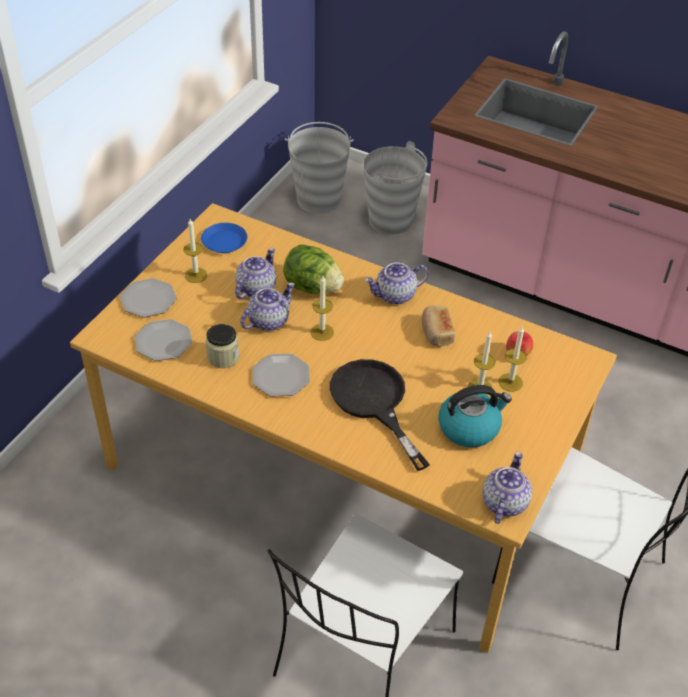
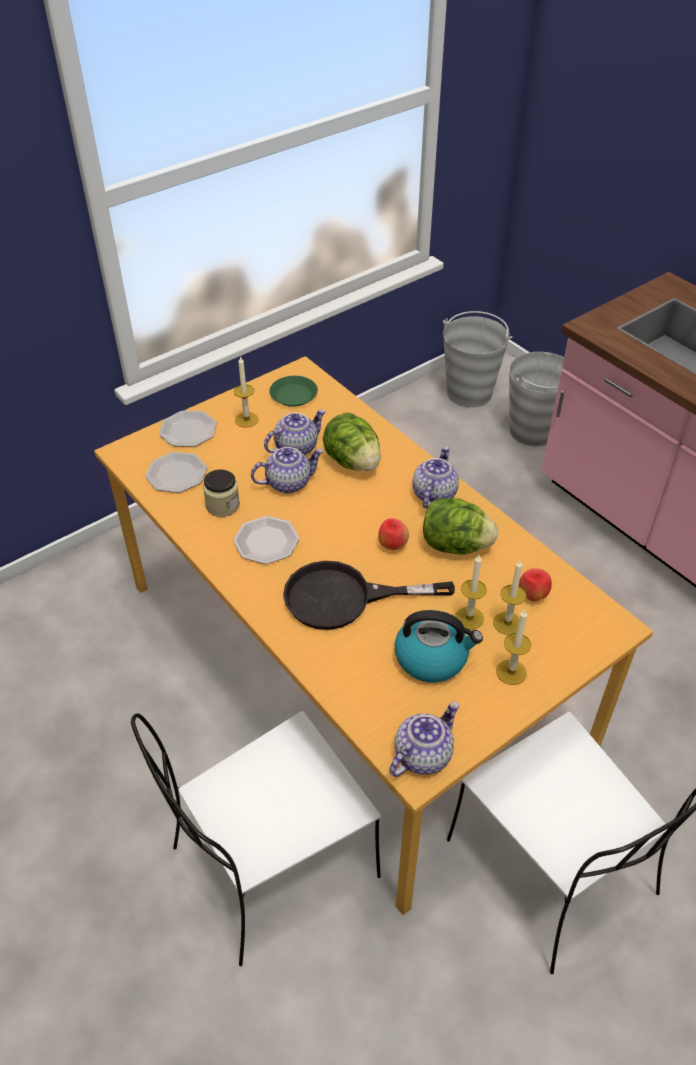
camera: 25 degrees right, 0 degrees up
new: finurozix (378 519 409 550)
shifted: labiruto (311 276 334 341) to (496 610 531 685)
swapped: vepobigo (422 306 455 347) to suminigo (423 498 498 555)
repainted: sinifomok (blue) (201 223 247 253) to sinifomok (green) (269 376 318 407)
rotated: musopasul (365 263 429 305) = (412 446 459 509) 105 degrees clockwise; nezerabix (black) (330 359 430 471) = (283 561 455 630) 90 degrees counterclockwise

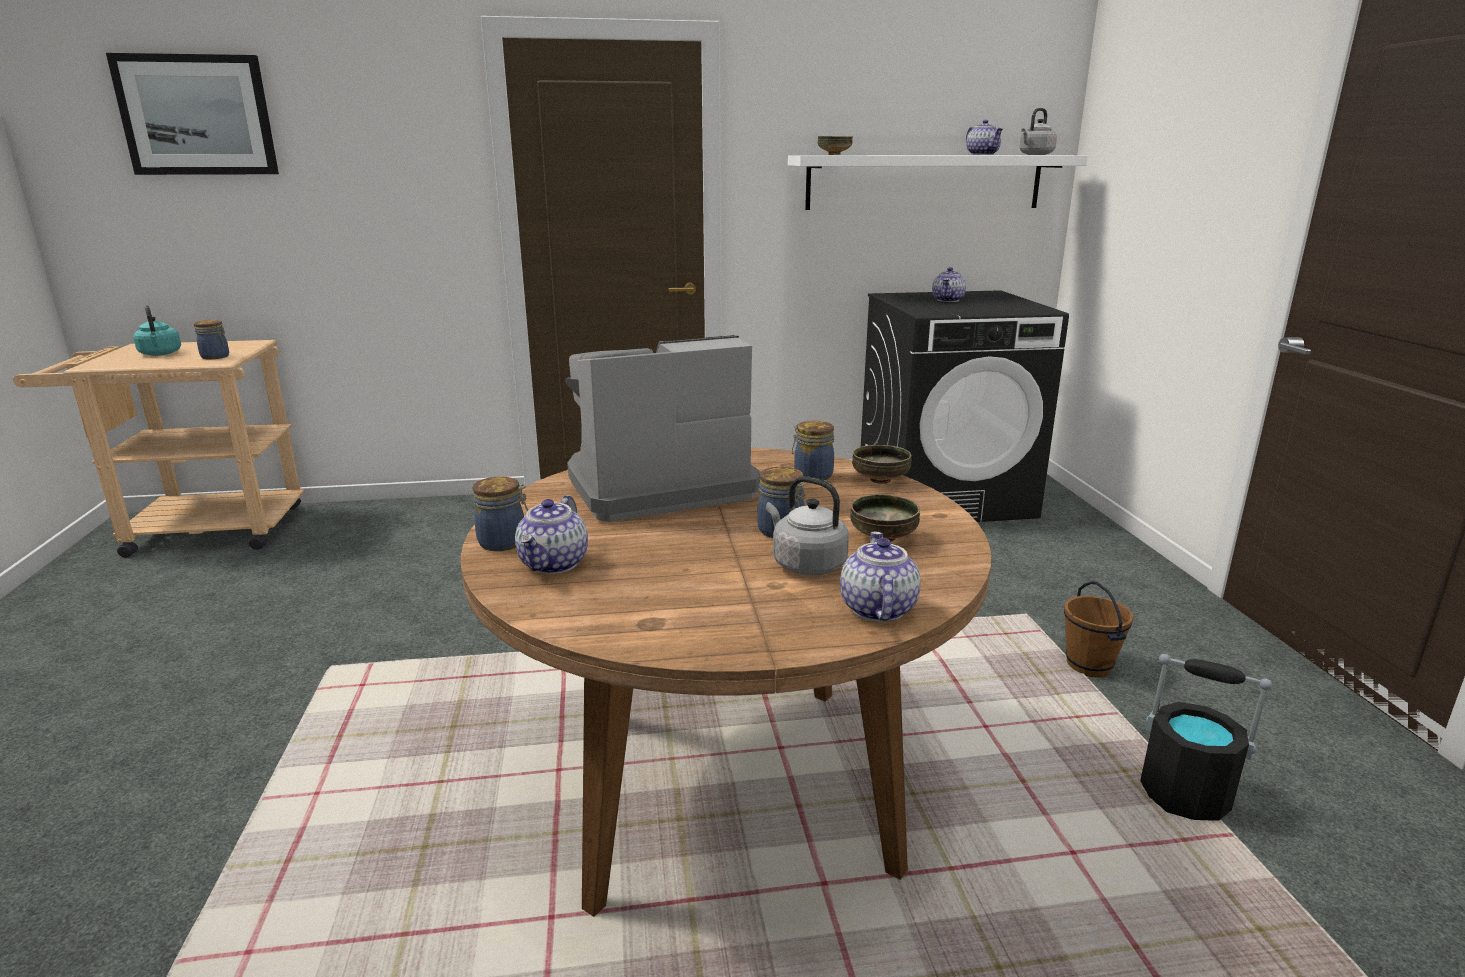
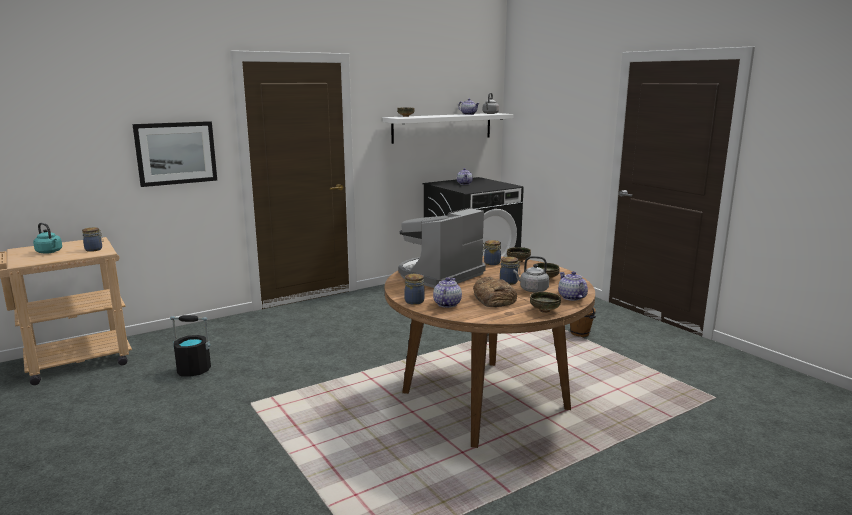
camera: 25 degrees left, 5 degrees down
new: vepobigo (473 277 517 307); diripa (530 292 561 313)
shifted: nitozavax (106 53 279 175) to (132 121 217 187); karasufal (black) (1140 654 1272 821) to (170 315 211 377)
rotated: musopasul (515 495 588 574) = (433 277 462 308) 150 degrees counterclockwise

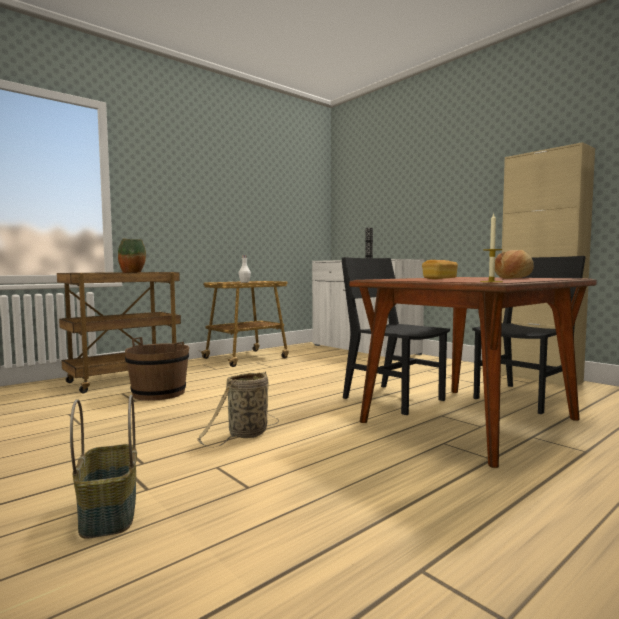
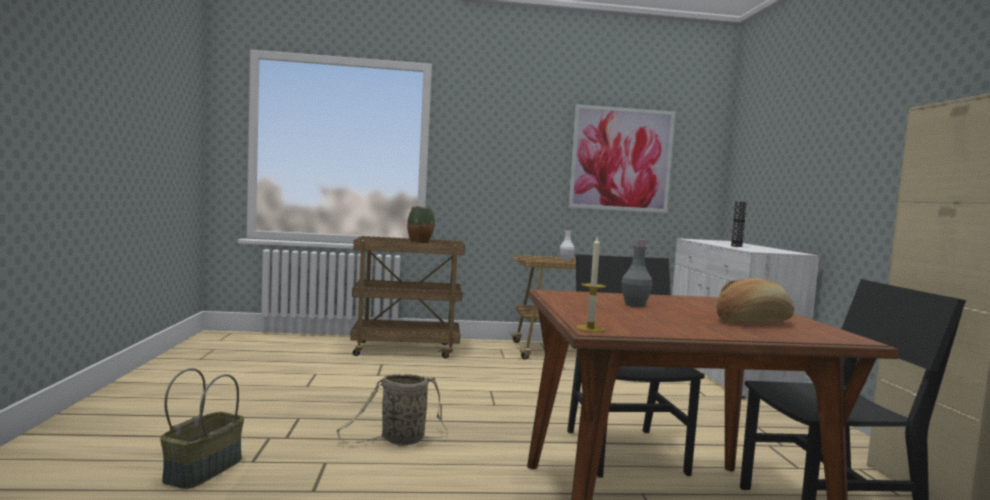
camera: 35 degrees right, 0 degrees up
gone: karasufal (brown) (125 337 189 401)
new: nitozavax (568 104 675 213)
swapped: vepobigo (422 260 458 279) to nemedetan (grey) (621 239 653 307)

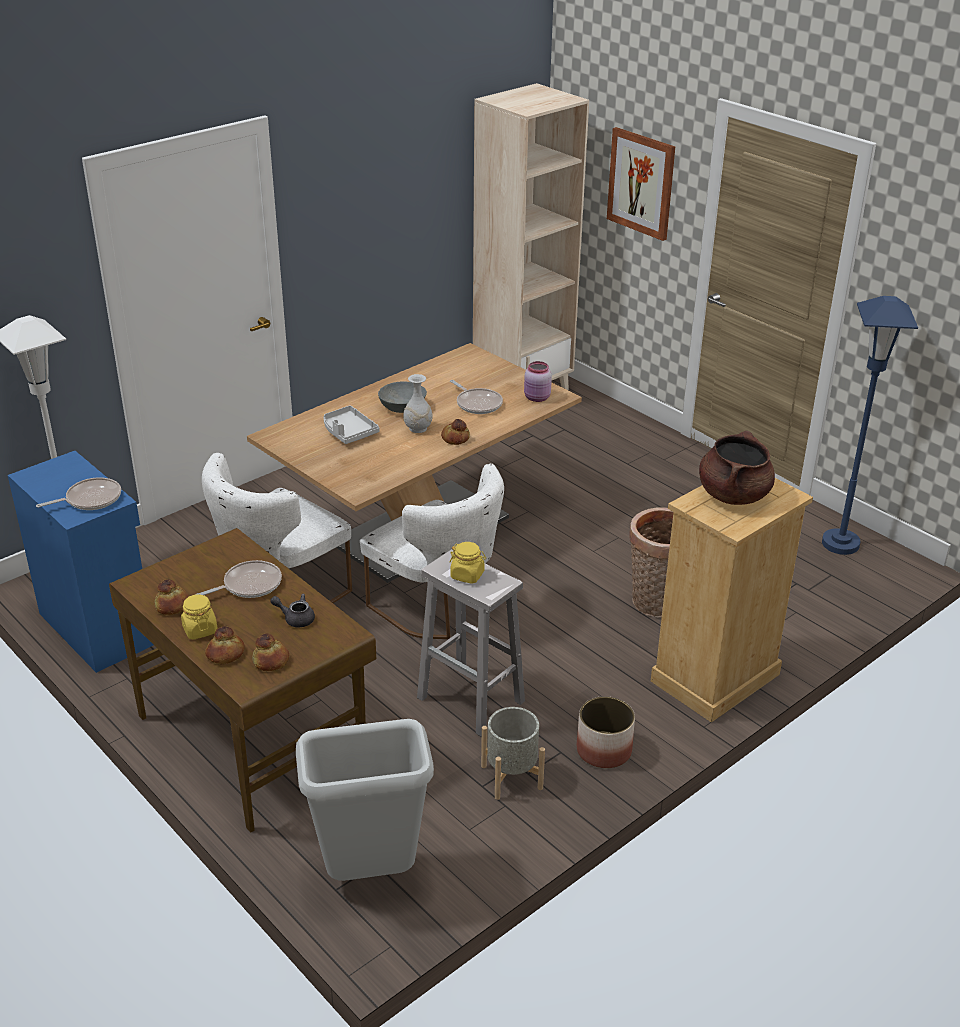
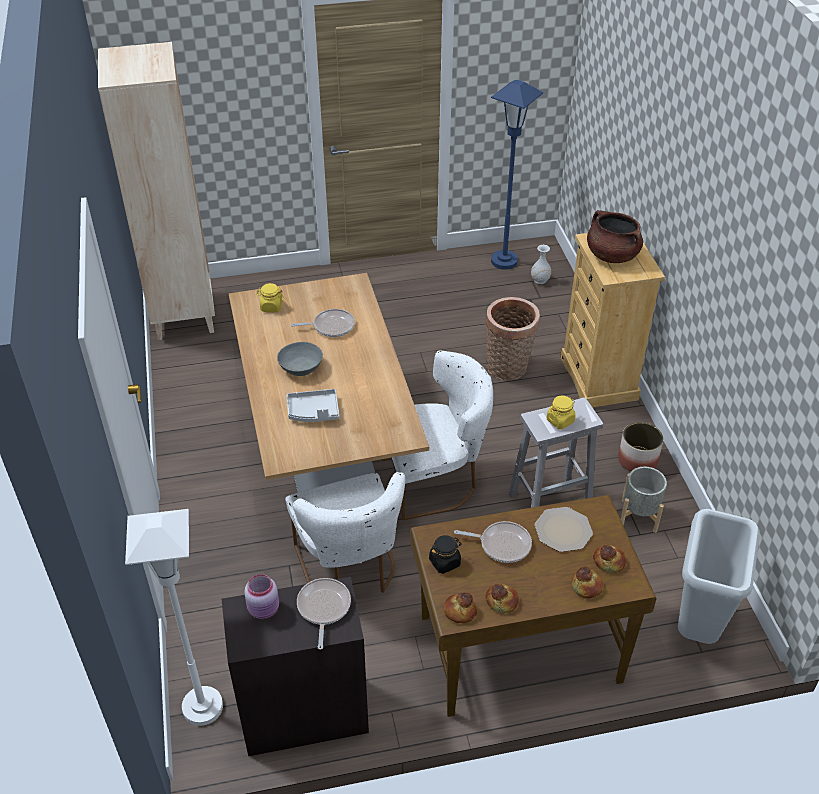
camera: 60 degrees left, 10 degrees up
gone: nitozavax (607 127 676 241)
new: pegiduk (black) (429 535 462 574)
shifted: pegiduk (pink) (524 361 552 402) to (244 574 279 619); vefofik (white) (403 374 433 433) to (531 245 551 284); vepobigo (441 419 470 445) to (444 592 477 623); pegiduk (yellow) (181 594 218 640) to (256 283 284 312)
swapped: musopasul (grey) (270 594 315 627) to sinifomok (535 507 593 552)
repainted: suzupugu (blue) (8 451 153 673) to suzupugu (black) (222 577 369 756)
rotated: nezerabix (196 560 282 598) = (454 521 532 563) 105 degrees clockwise

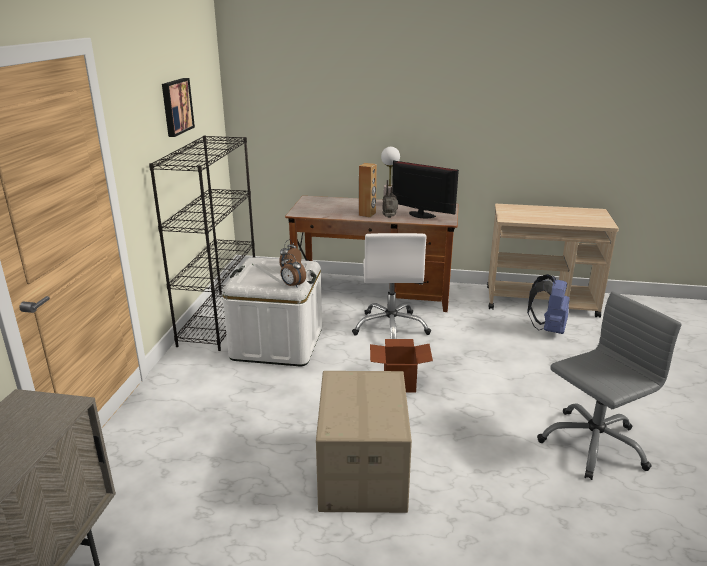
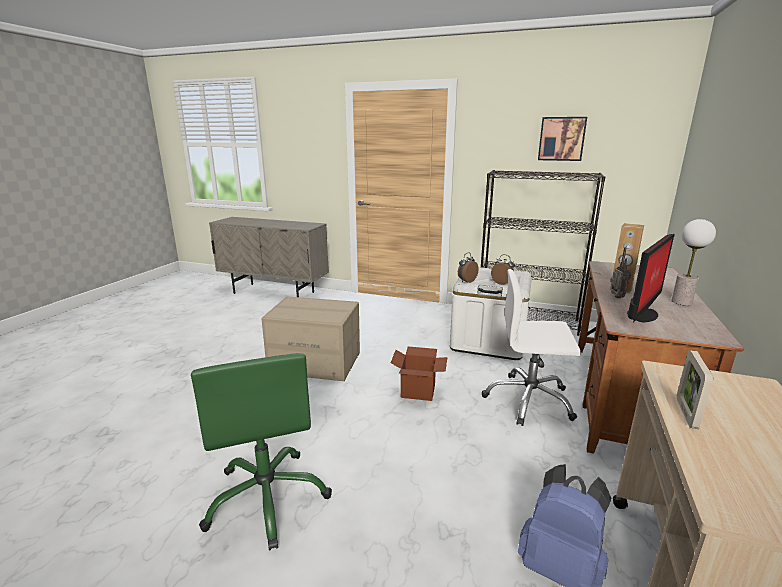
camera: 100 degrees right, 5 degrees down
new: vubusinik (677 350 713 429)
repainted: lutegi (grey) (537 291 682 480) to lutegi (green) (191 353 332 551)

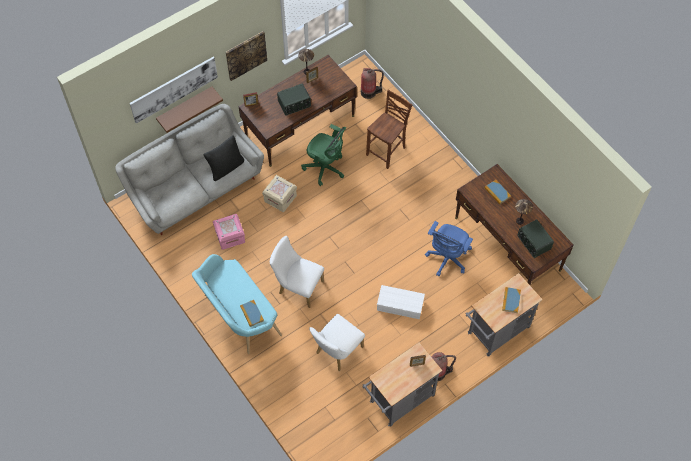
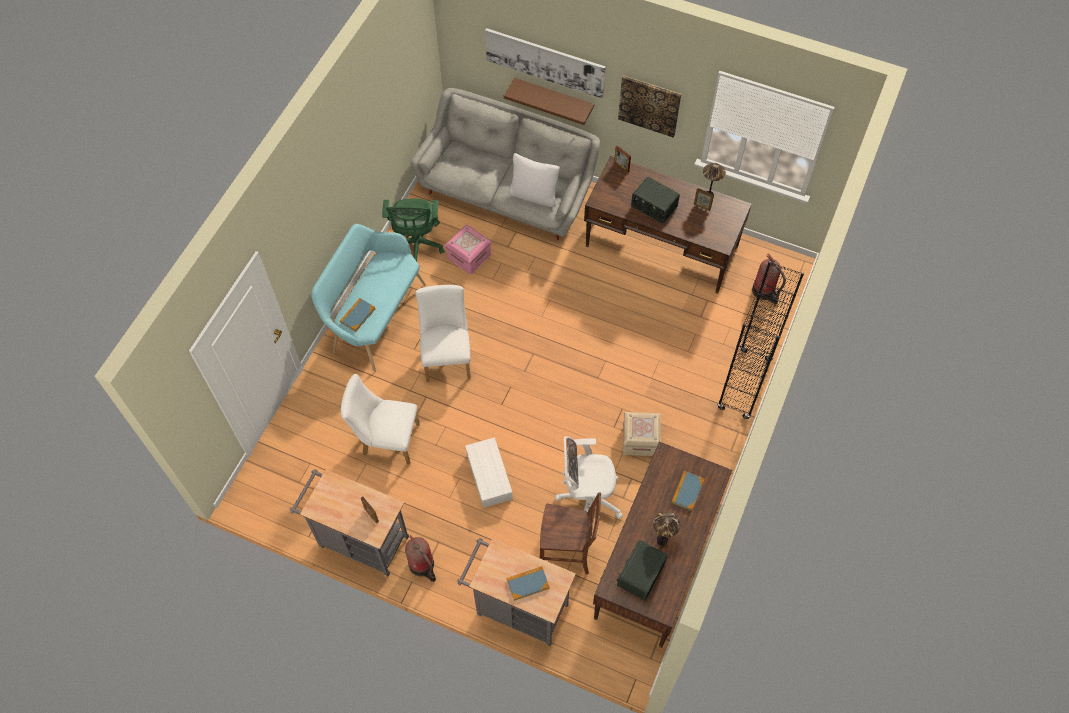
camera: 60 degrees right, 0 degrees up
new: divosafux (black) (717 261 804 419)
shifted: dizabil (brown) (366 90 412 169) to (540 492 601 575); lutegi (green) (301 124 346 186) to (382 198 445 261); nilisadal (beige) (262 175 297 212) to (623 412 661 456)
repainted: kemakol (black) (203 135 244 181) to kemakol (white) (509 153 560 207); lutegi (blue) (425 221 473 276) to lutegi (white) (555 436 623 519)

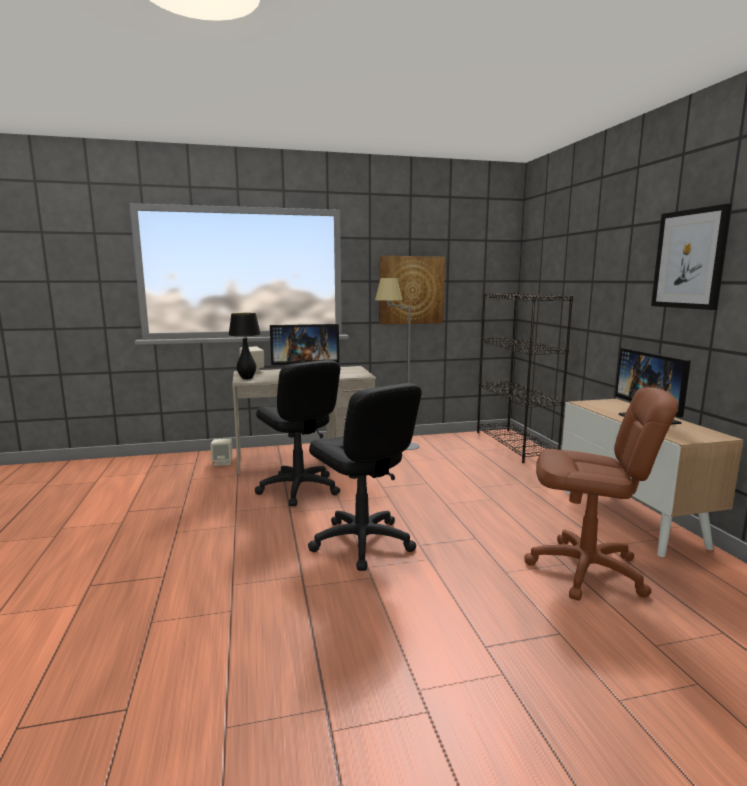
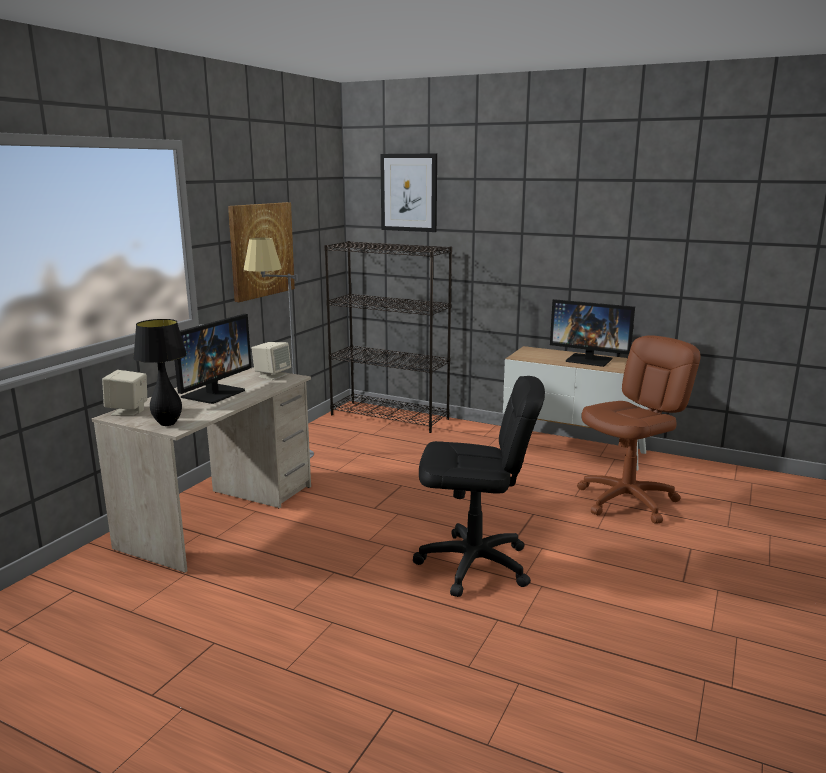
camera: 50 degrees left, 5 degrees up
gone: lutegi (black) (255 360 340 506)
shifted: nitozavax (651 204 732 310) to (380 153 437 232); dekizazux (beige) (210 439 233 466) to (252 342 291 380)

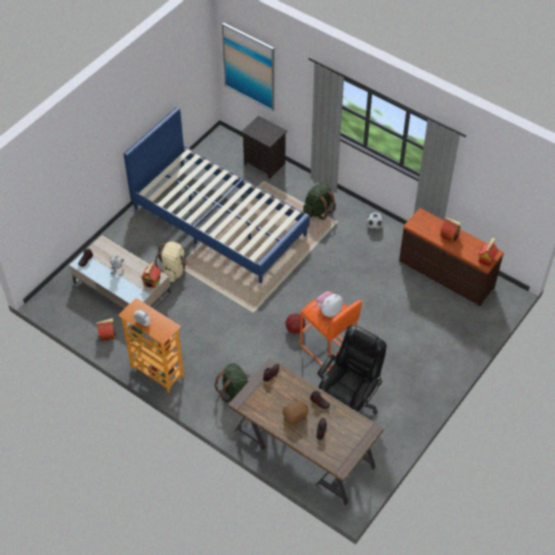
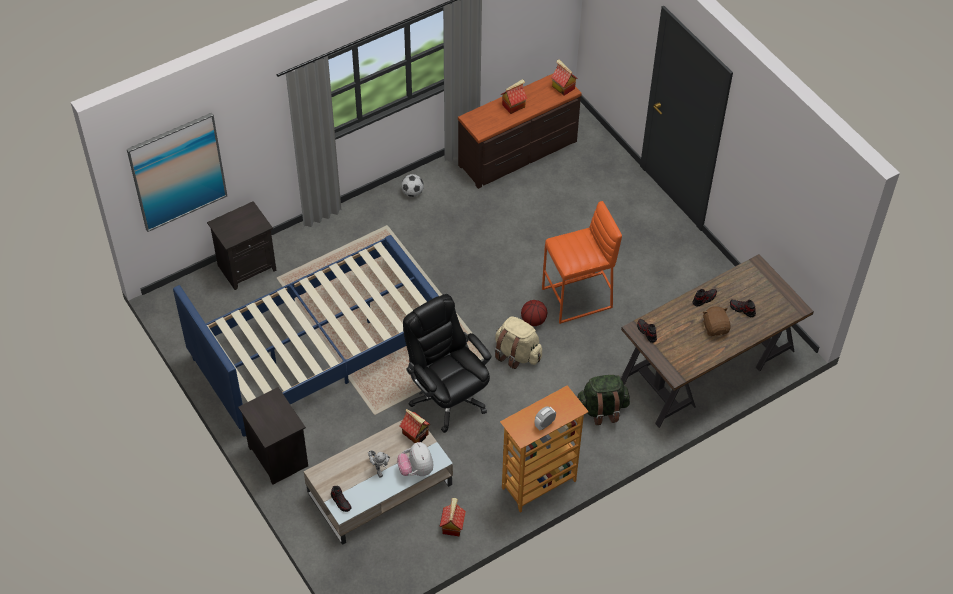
camera: 70 degrees left, 0 degrees up
gone: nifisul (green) (303 182 336 220)
new: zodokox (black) (238 387 308 485)
shifted: nifisul (beige) (154 242 187 282) to (494 316 542 369); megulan (316 291 343 317) to (397 442 433 476); lutegi (black) (317 325 386 414) to (403 294 491 433)

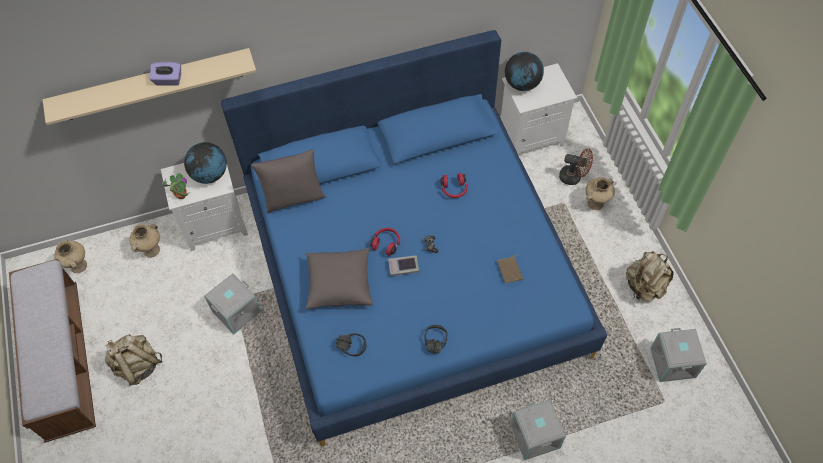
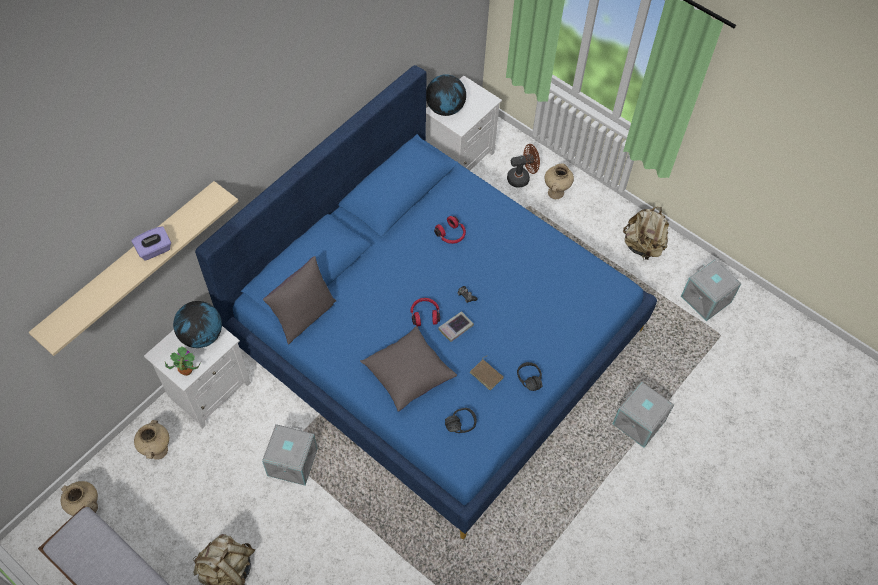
camera: 35 degrees left, 0 degrees up
shifted: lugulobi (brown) (498 255 523 284) to (470 355 504 390)

